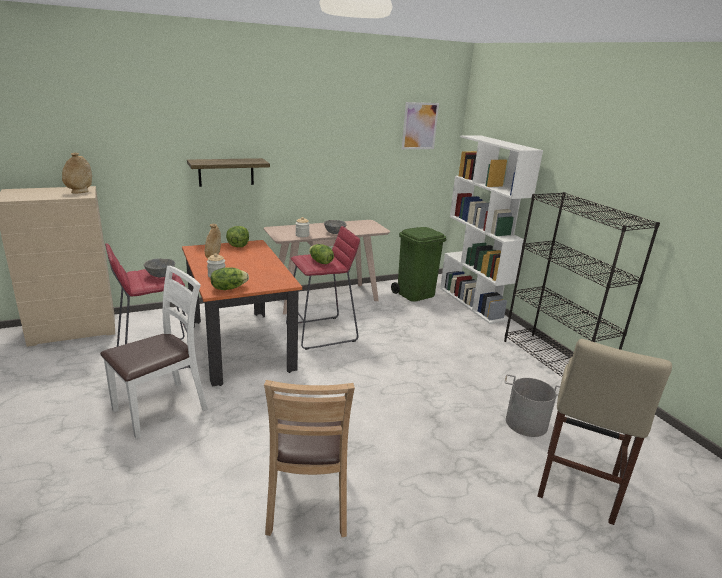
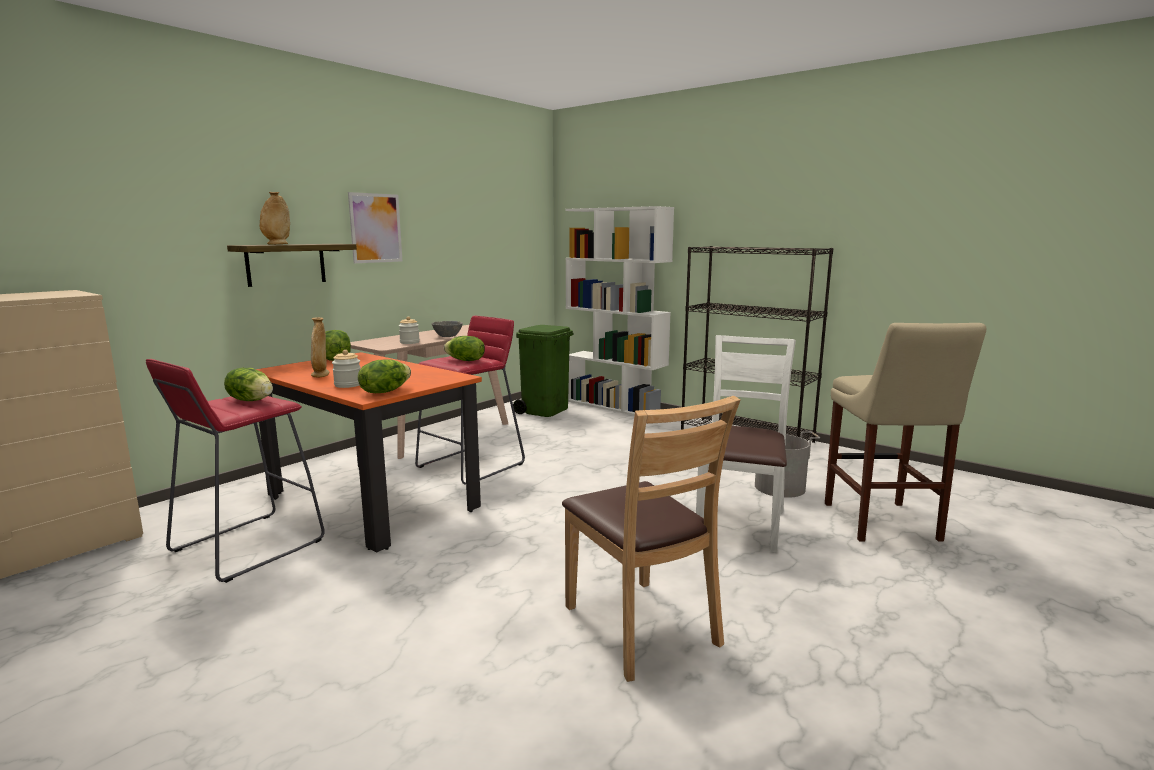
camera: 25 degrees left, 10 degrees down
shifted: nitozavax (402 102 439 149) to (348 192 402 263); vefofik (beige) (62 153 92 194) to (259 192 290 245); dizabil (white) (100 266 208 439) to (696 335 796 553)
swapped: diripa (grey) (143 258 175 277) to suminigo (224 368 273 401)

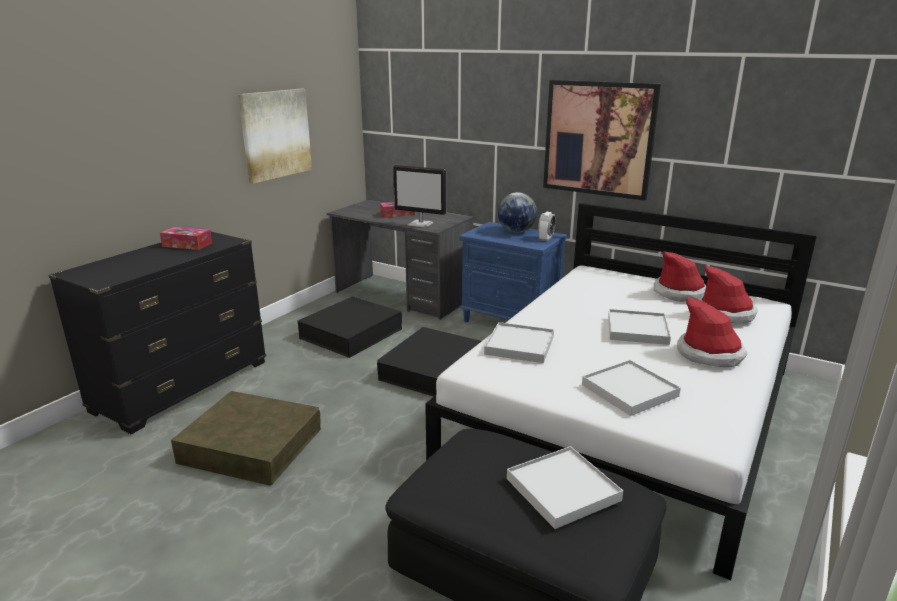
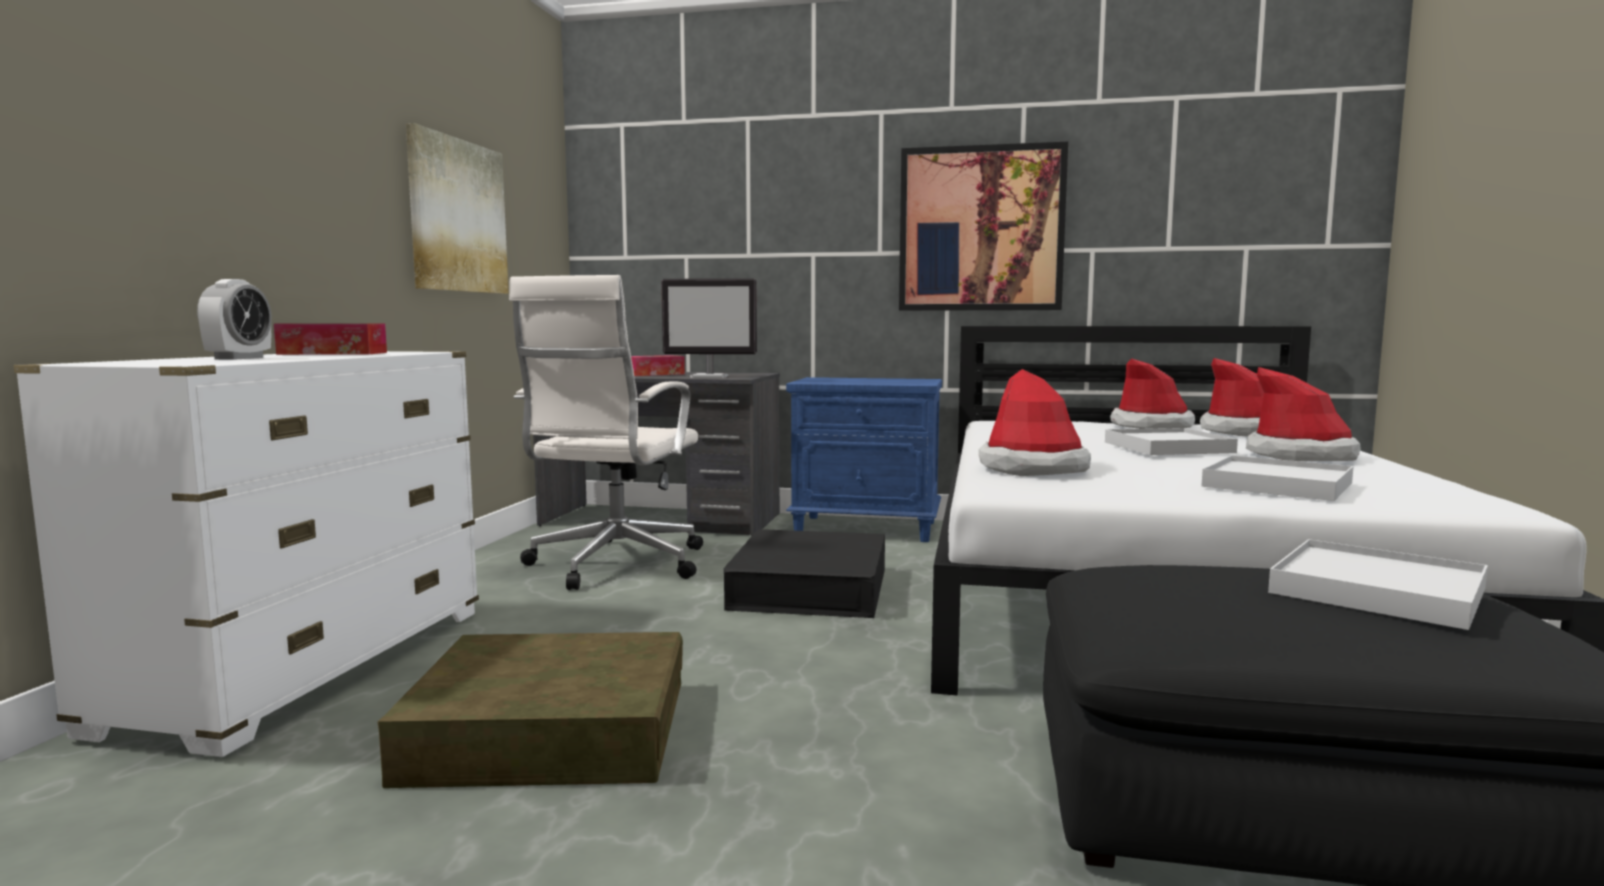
camera: 20 degrees left, 15 degrees down
gone: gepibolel (498 192 537 233)
shifted: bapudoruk (538 212 556 241) to (197 279 272 360)
swapped: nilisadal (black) (298 296 402 358) to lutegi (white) (509 275 703 590); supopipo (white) (484 322 554 363) to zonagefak (979 369 1091 476)
repainted: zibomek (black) (48 231 266 434) to zibomek (white) (13 351 479 757)

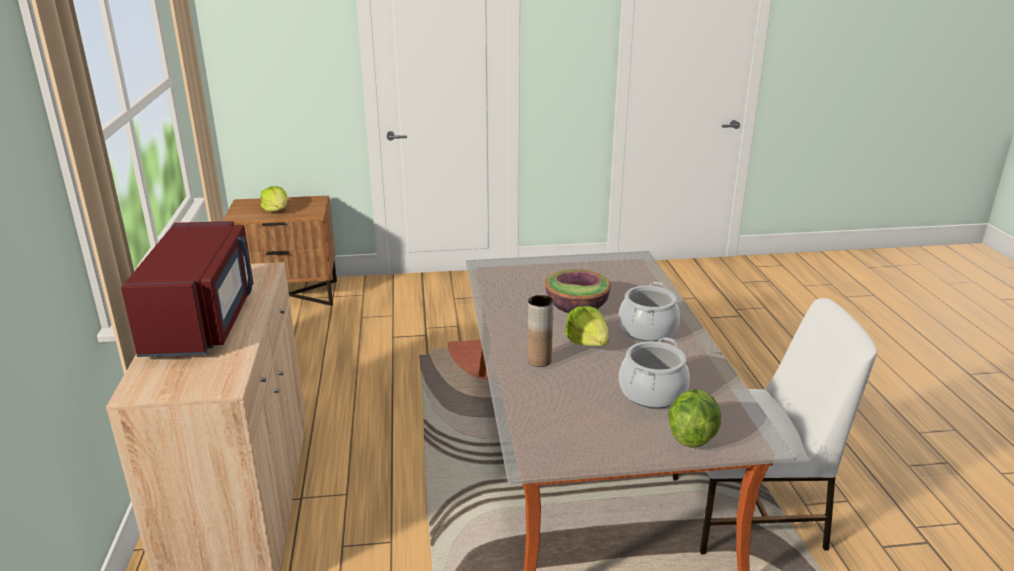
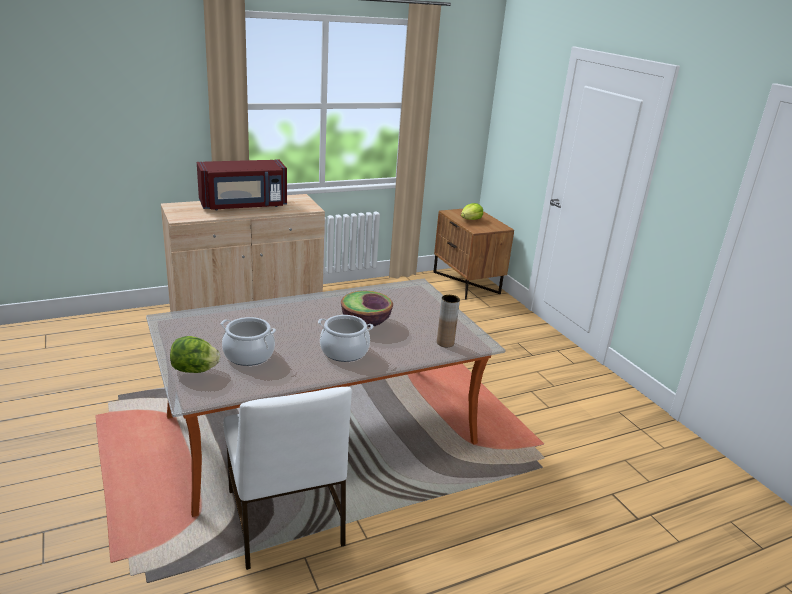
camera: 70 degrees right, 0 degrees up
gone: suminigo (565 306 609 346)
shifted: vefofik (brown) (527 295 553 367) to (437 295 460 347)

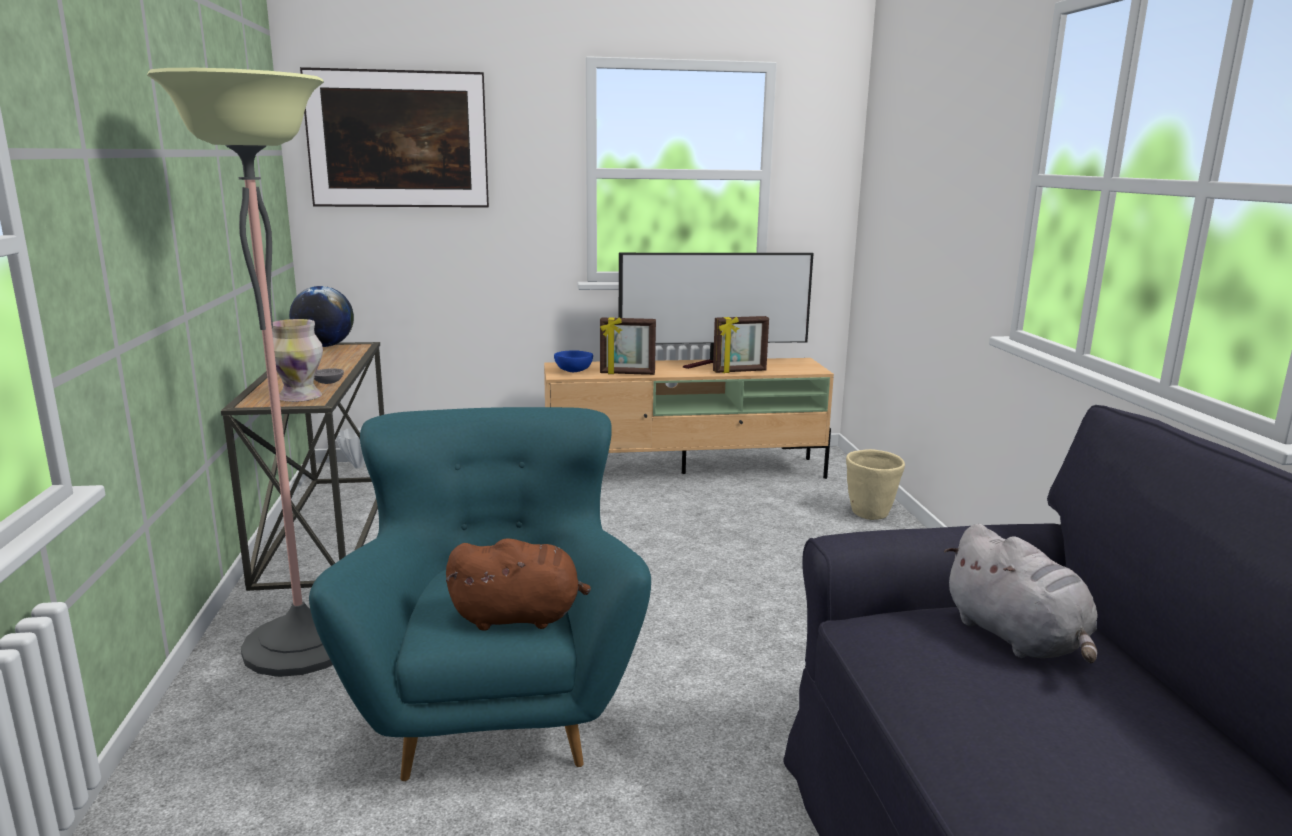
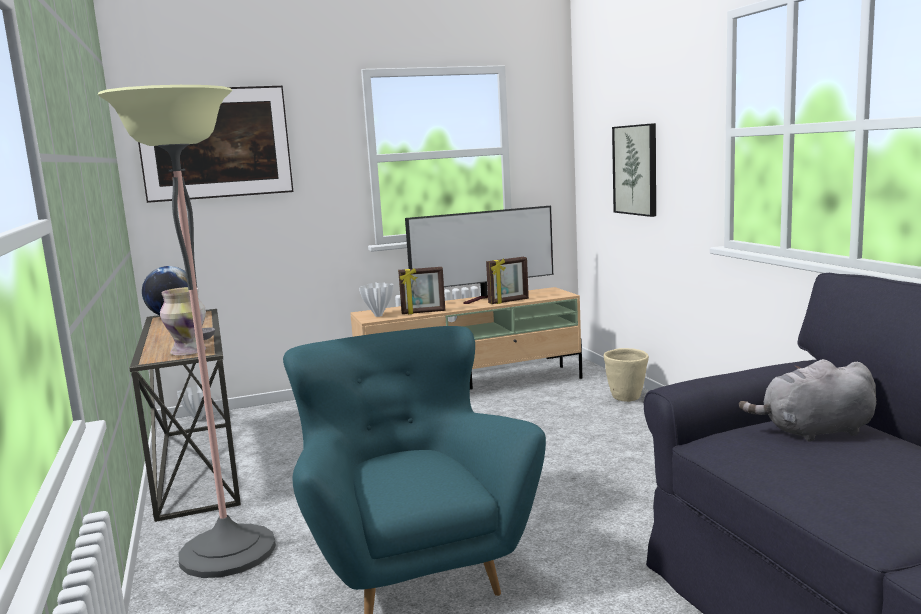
camera: 10 degrees left, 5 degrees down
gone: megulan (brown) (446 538 591 630)
new: nitozavax (612 123 656 217)
swapped: diripa (blue) (554 350 593 372) to vefofik (white) (359 282 394 317)
rotated: megulan (grey) (944 524 1098 663) = (739 359 876 442) 120 degrees clockwise

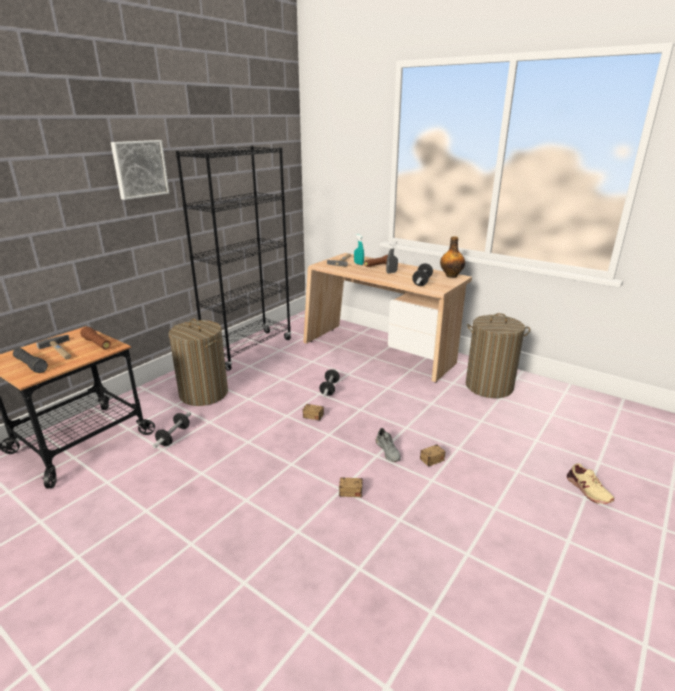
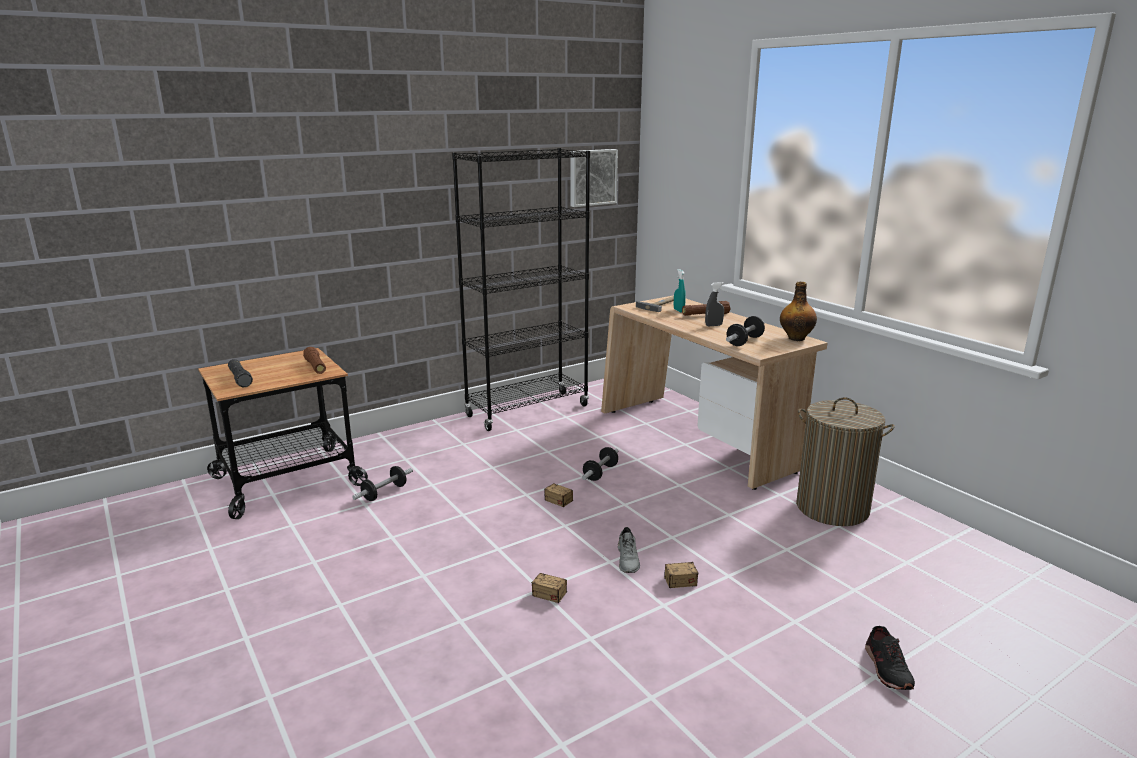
camera: 20 degrees right, 5 degrees down
gone: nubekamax (169 319 228 406); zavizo (36 335 71 359)
shifted: nitozavax (111 140 169 200) to (570 149 618 207)
repainted: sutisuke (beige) (567 463 614 504) to sutisuke (black) (865 626 915 690)

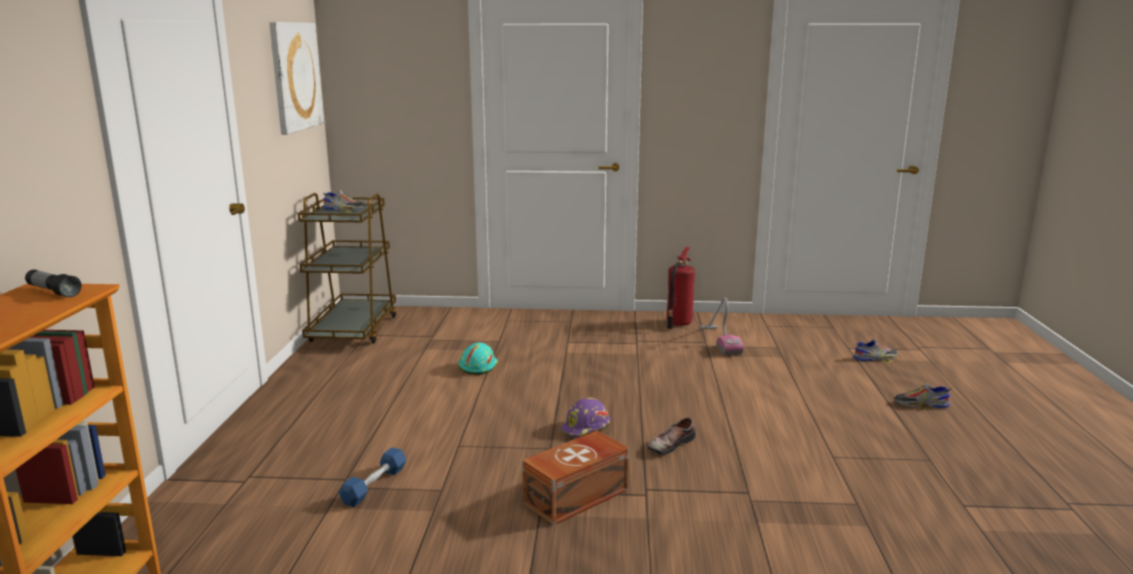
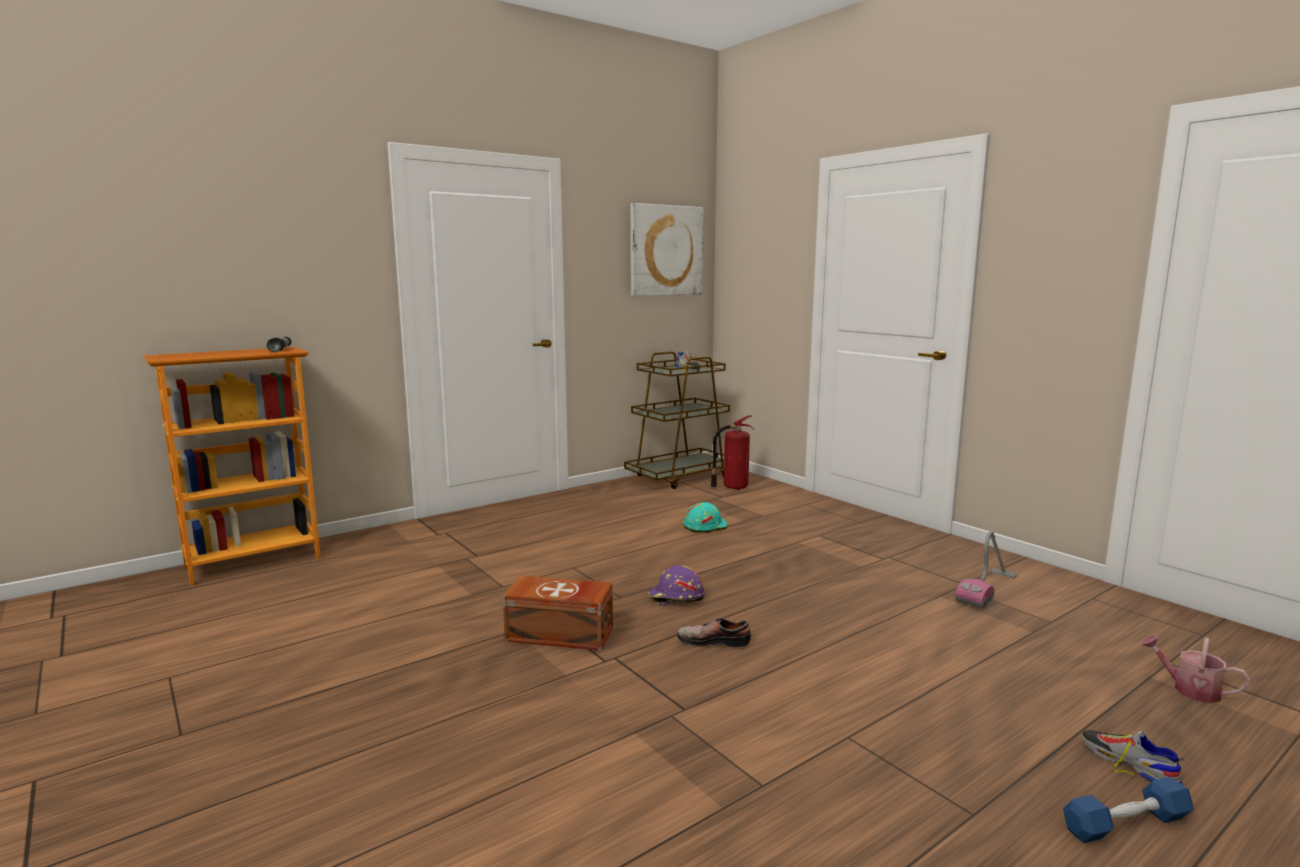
camera: 50 degrees right, 5 degrees down
shifted: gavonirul (667 247 695 329) to (711 415 754 490); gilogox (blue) (339 447 406 507) to (1063 777 1193 843)
swapped: sutisuke (853 339 898 363) to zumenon (1141 635 1250 703)

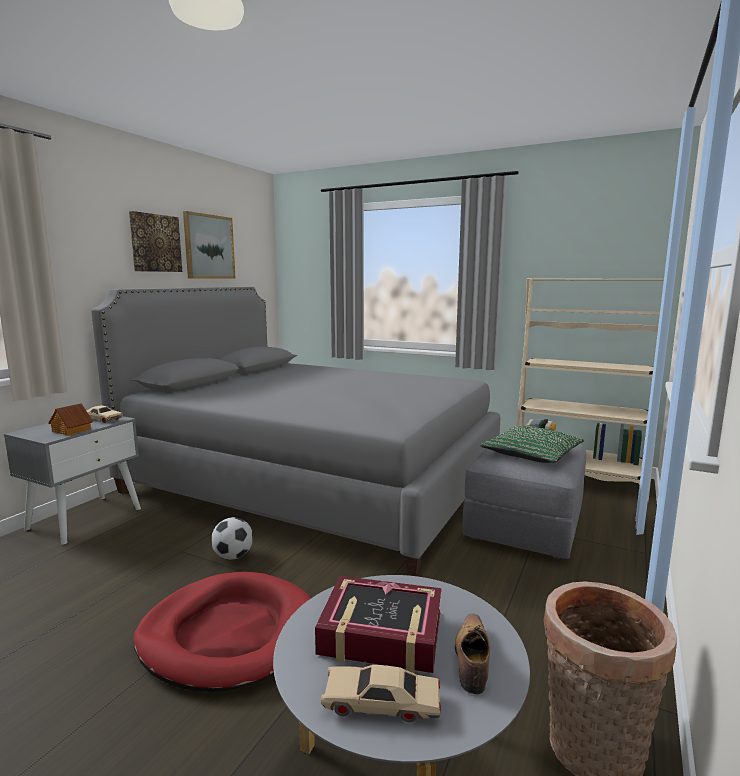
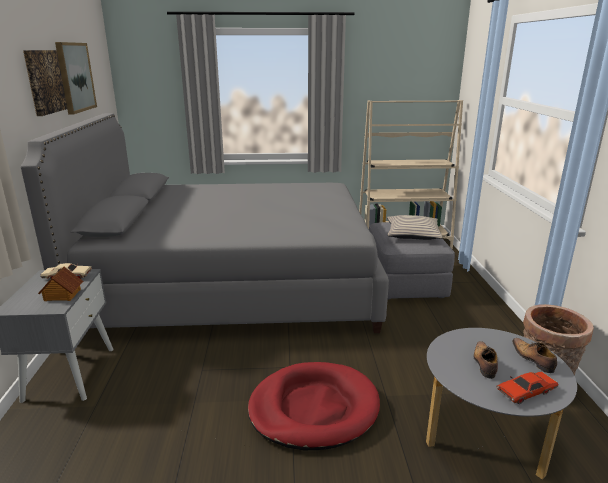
camera: 30 degrees left, 10 degrees up
gone: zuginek (211 517 253 560)
swapped: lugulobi (315 576 441 673) to sutisuke (473 341 498 379)
repainted: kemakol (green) (480 426 584 463) to kemakol (beige) (387 215 443 240); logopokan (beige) (321 661 441 722) to logopokan (red) (496 371 559 404)

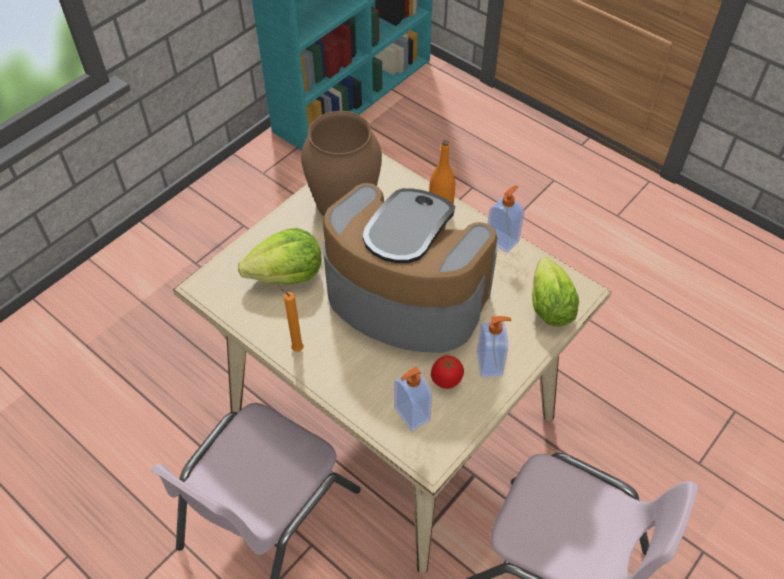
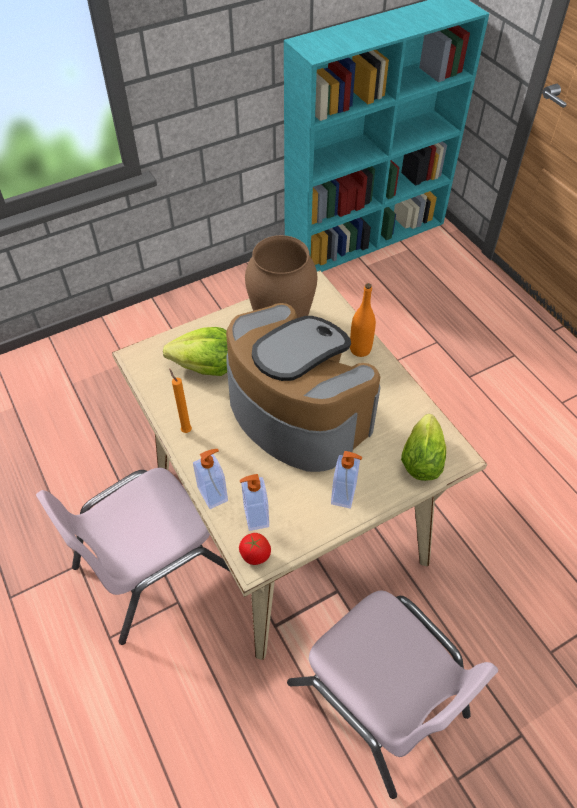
camera: 20 degrees right, 0 degrees up
shifted: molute (488 185 524 253) to (193 449 228 509); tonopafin (431 355 464 389) to (239 533 271 565)

